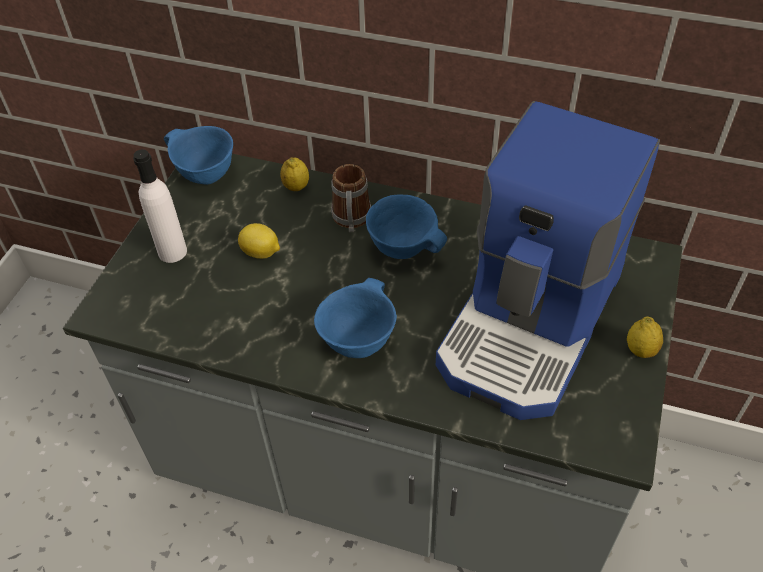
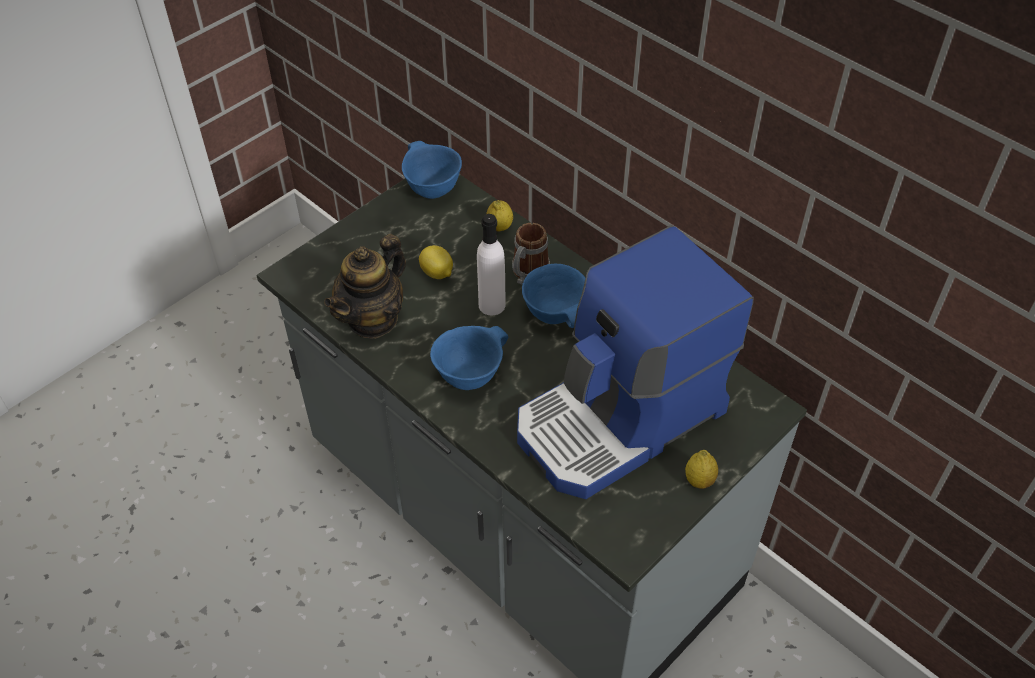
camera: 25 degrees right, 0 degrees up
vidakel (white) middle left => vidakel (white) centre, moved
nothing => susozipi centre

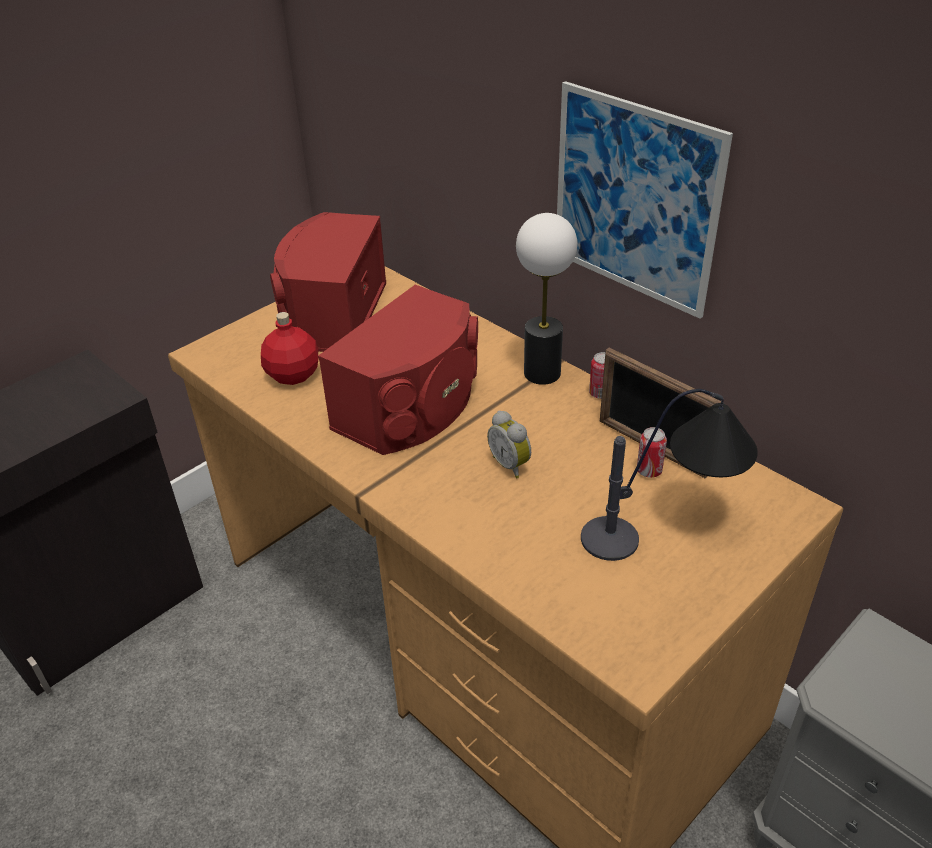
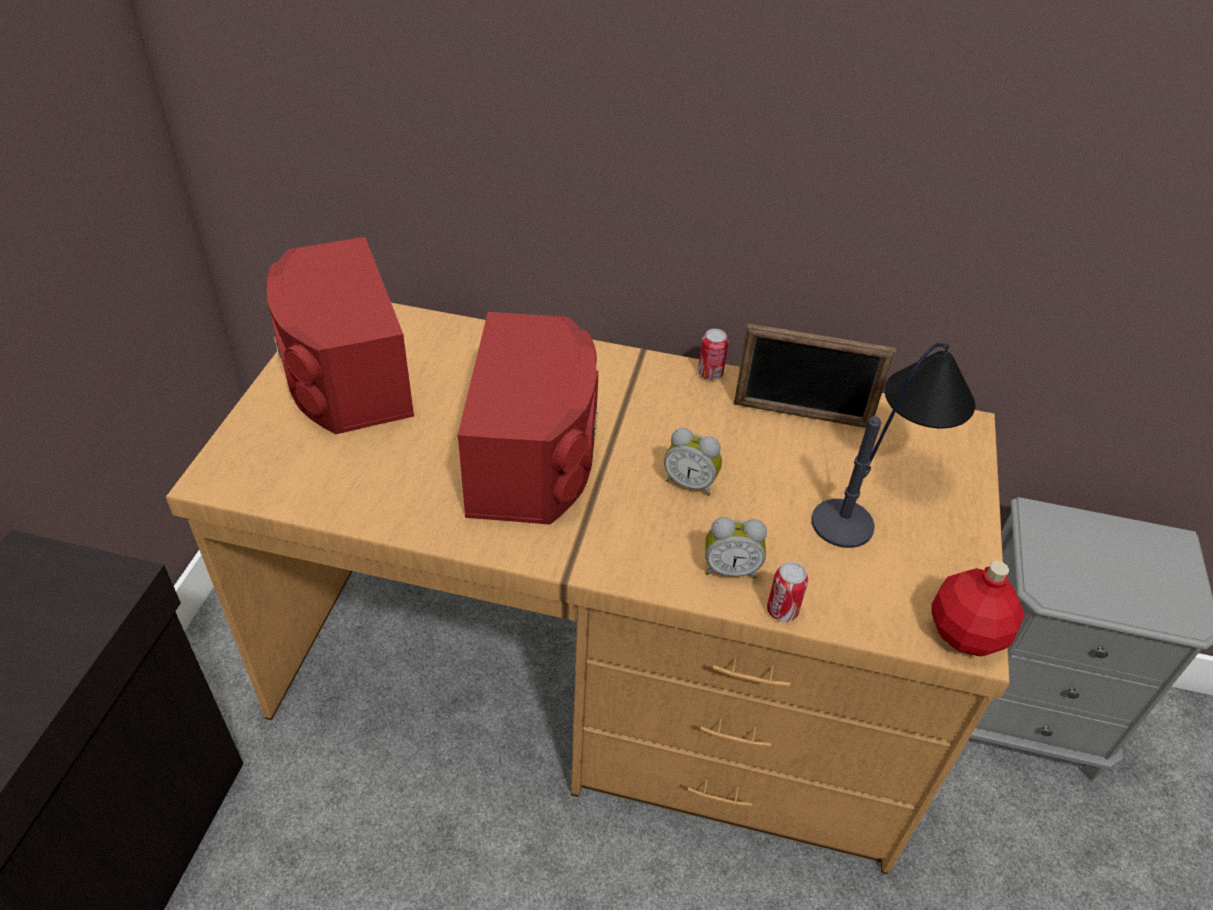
camera: 35 degrees left, 5 degrees up
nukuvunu top right => nothing
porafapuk (1st from left) centre => nothing
vidakel (red) middle left => vidakel (red) bottom right, moved
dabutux (2nd from left) middle right => dabutux (2nd from left) centre, moved
nothing => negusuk (2nd from left) centre

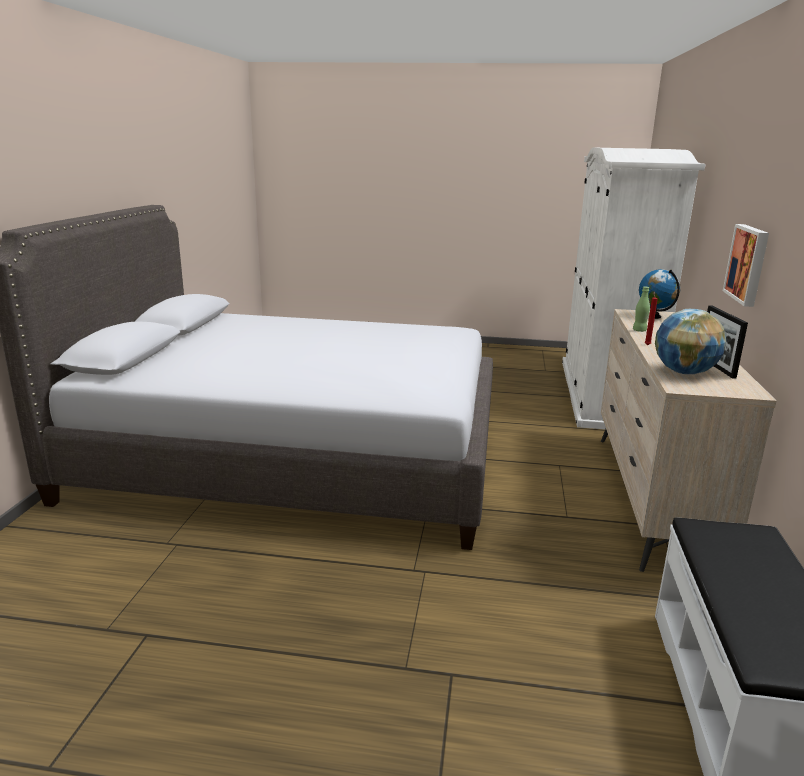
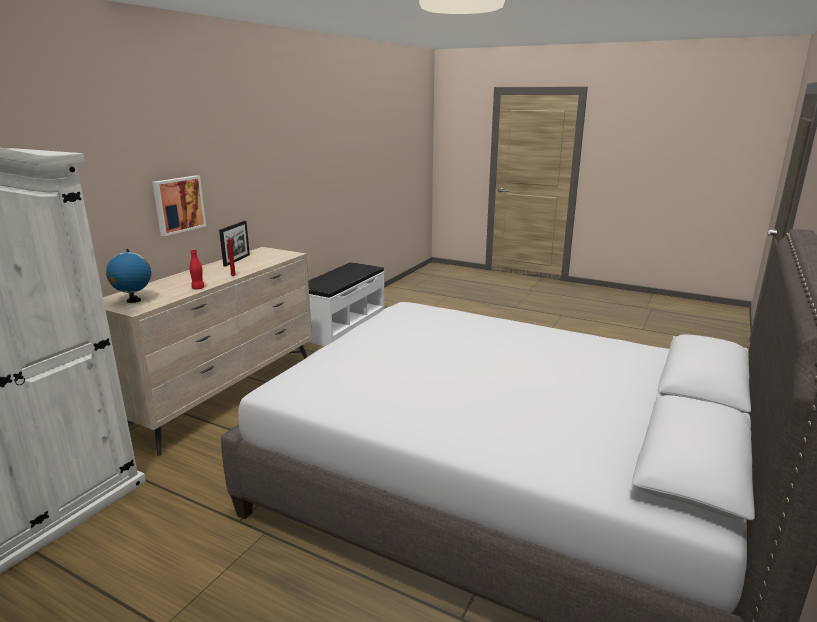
camera: 160 degrees left, 0 degrees up
vidakel (green) middle right => vidakel (red) middle left
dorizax (2nd from left) middle right => nothing

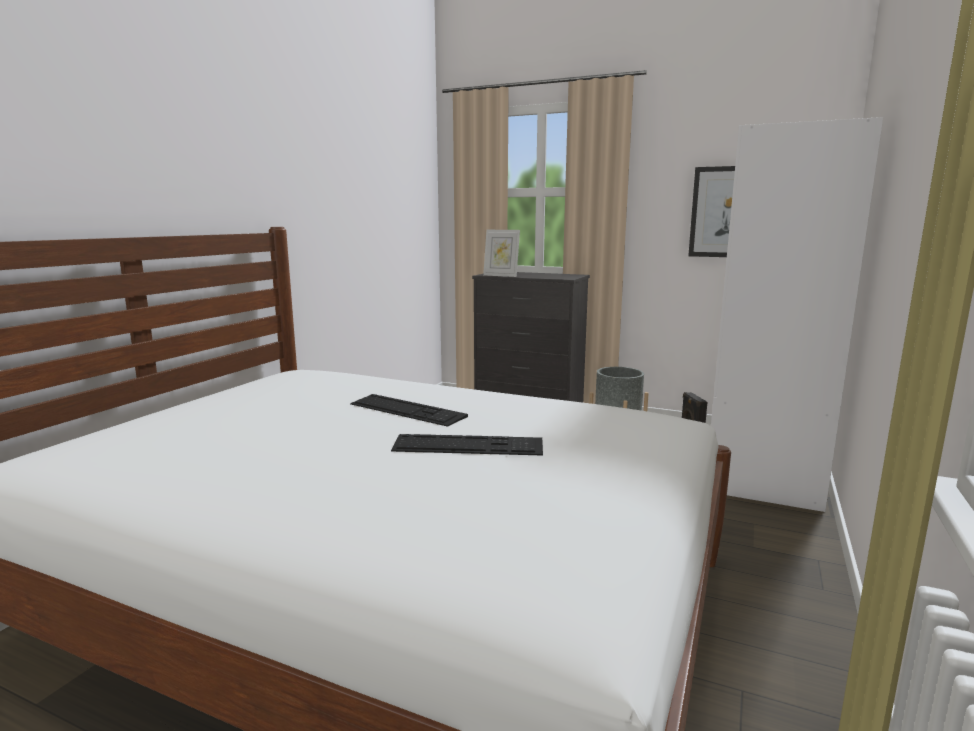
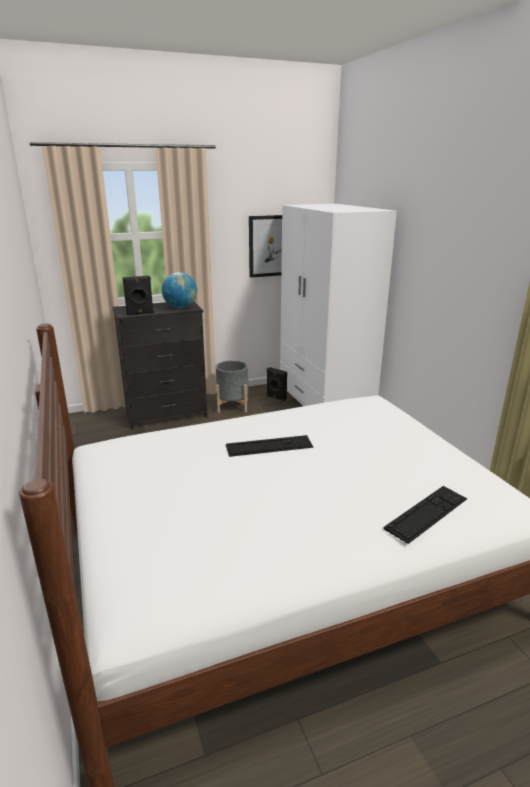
camera: 45 degrees left, 10 degrees up
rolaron centre => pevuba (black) (1st from left) middle left
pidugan (2nd from left) centre => pidugan (2nd from left) middle right, moved
nothing => dorizax centre

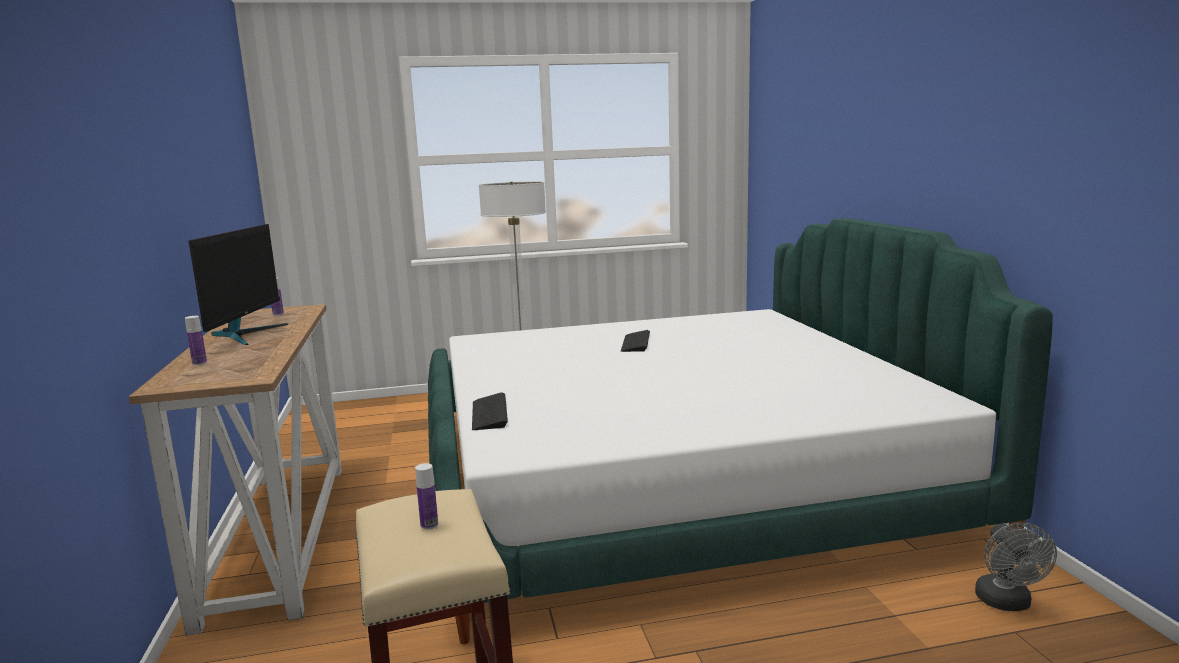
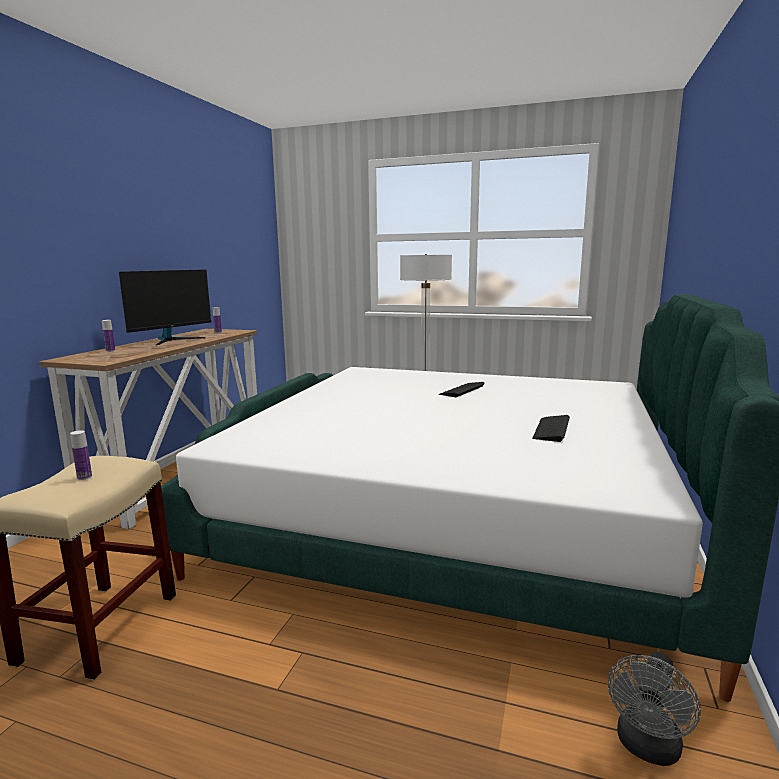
camera: 30 degrees right, 0 degrees up
pidugan (1st from left in the first image) centre => pidugan (2nd from left) middle right, moved

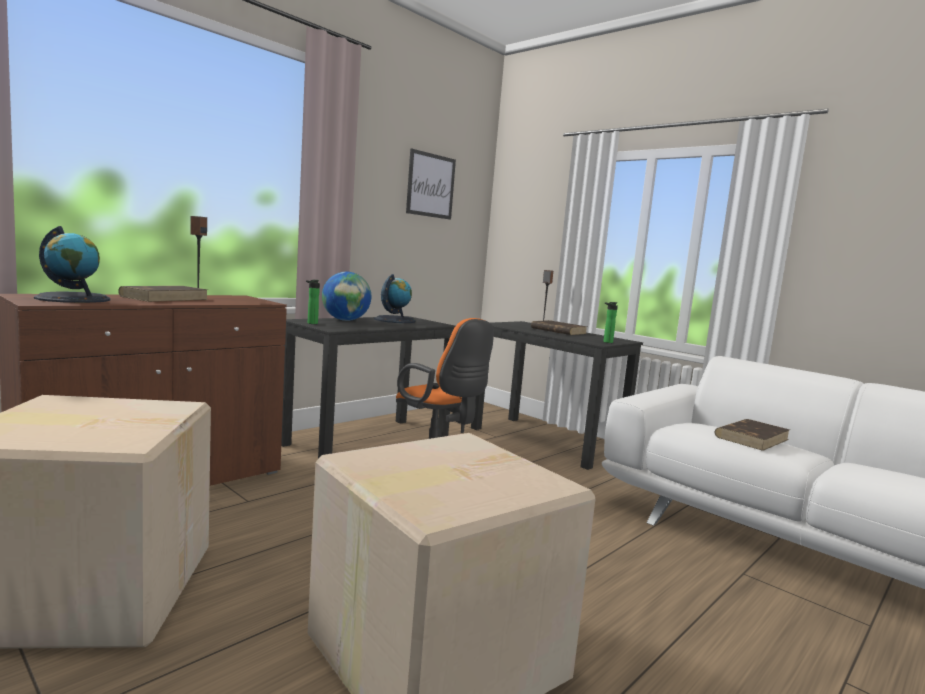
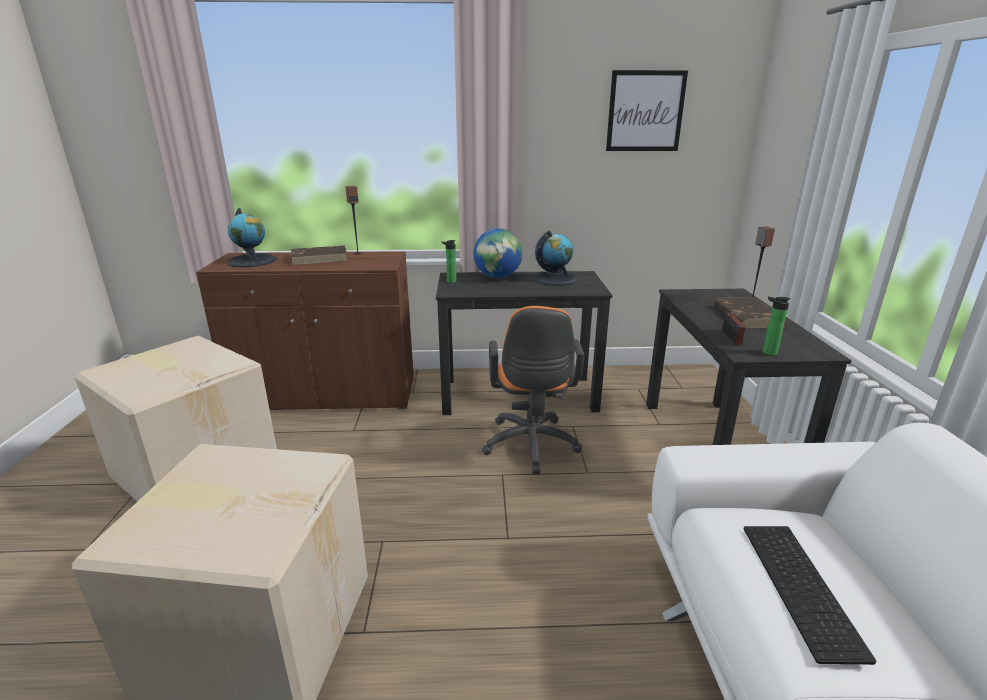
camera: 45 degrees right, 15 degrees up
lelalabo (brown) (3rd from left) middle right => pidugan bottom right
nothing => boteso middle right

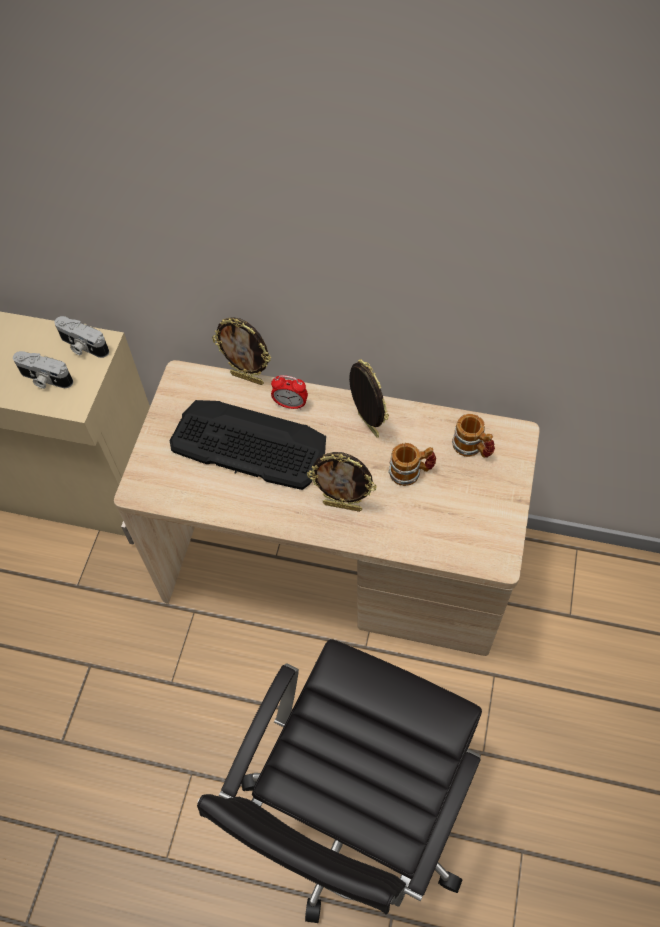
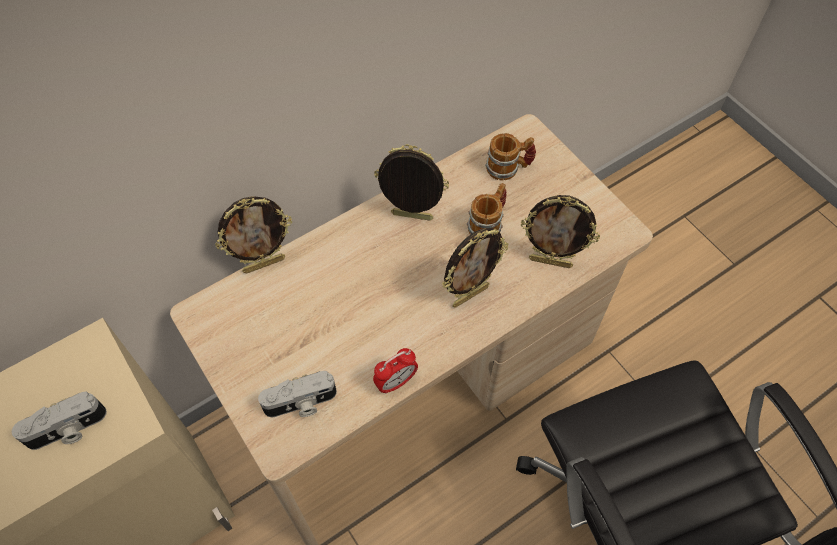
camera: 50 degrees left, 0 degrees up
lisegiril (2nd from left) middle left => lisegiril (2nd from left) bottom centre, moved
negusuk centre => negusuk bottom centre, moved
pidugan centre => nothing
nothing => rolaron (4th from left) middle right

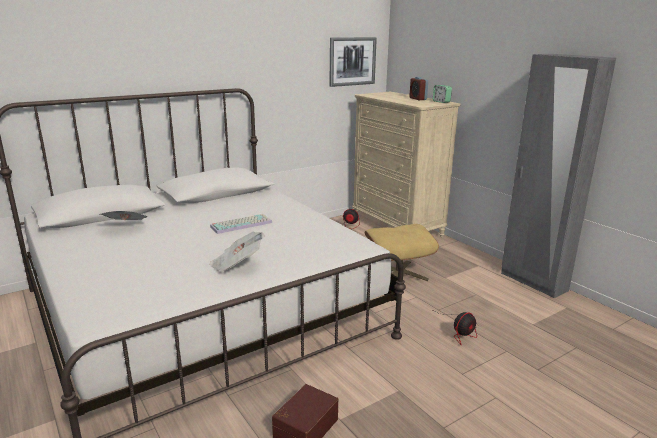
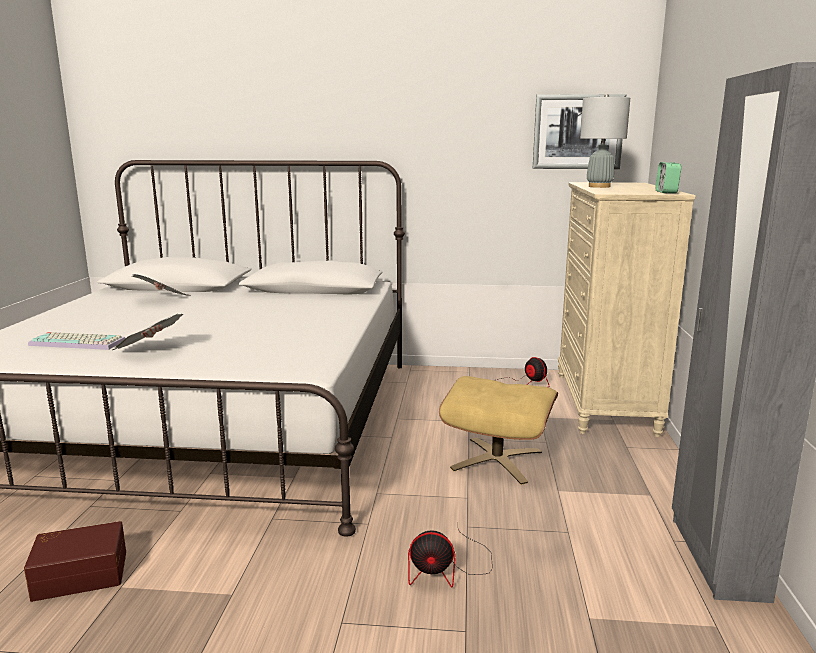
camera: 40 degrees right, 5 degrees down
negusuk (1st from left) top centre => nothing
pidugan centre => pidugan middle left, moved
nothing => porafapuk (grey) top right

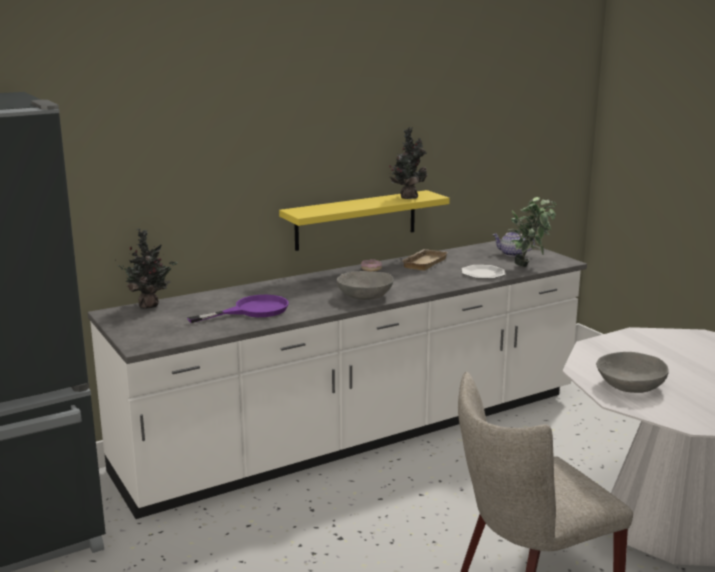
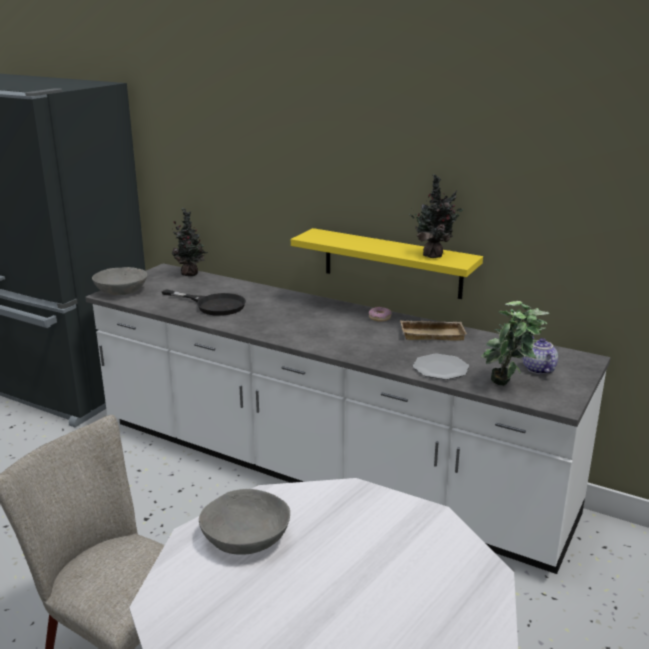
camera: 60 degrees right, 5 degrees up
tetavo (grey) (1st from left) centre => tetavo (grey) (1st from left) middle left, moved
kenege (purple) middle left => kenege (black) middle left

